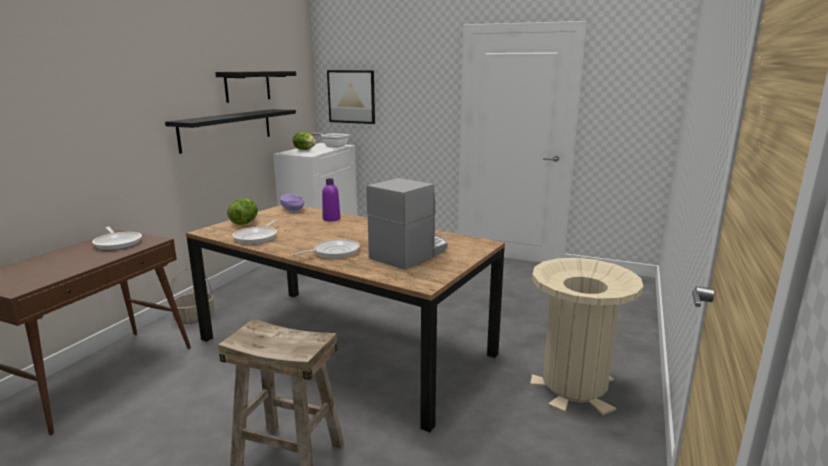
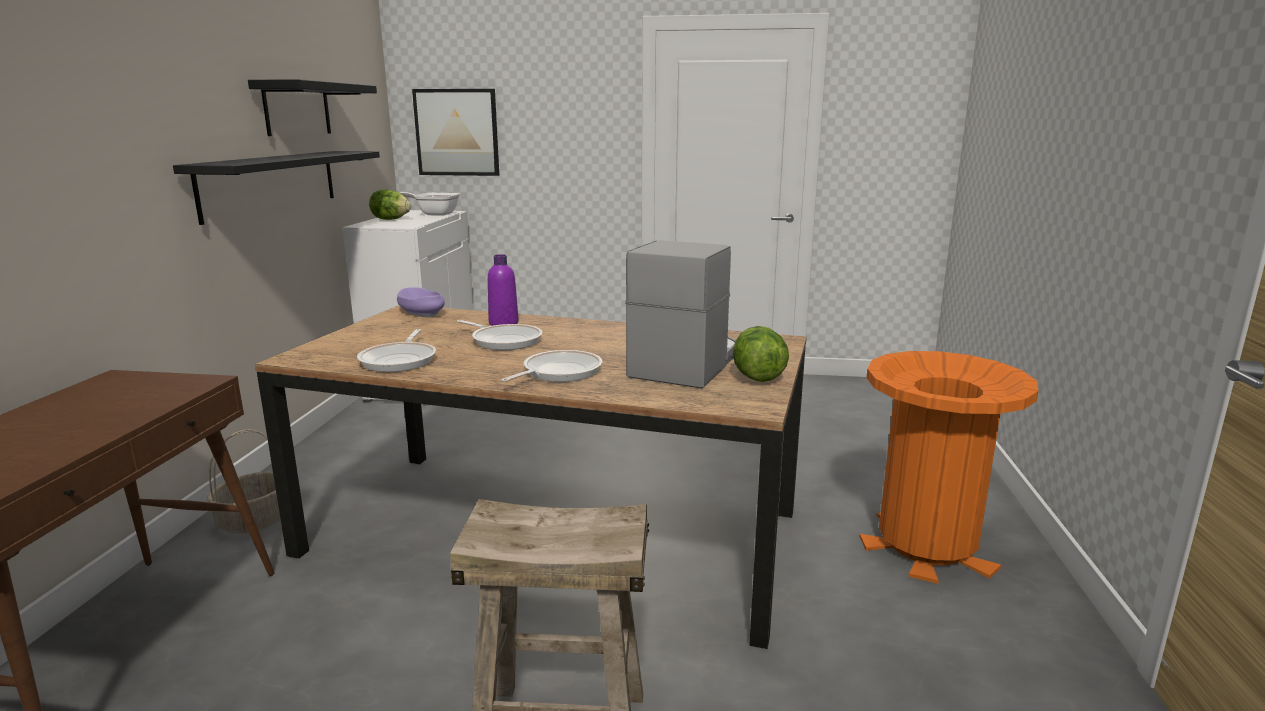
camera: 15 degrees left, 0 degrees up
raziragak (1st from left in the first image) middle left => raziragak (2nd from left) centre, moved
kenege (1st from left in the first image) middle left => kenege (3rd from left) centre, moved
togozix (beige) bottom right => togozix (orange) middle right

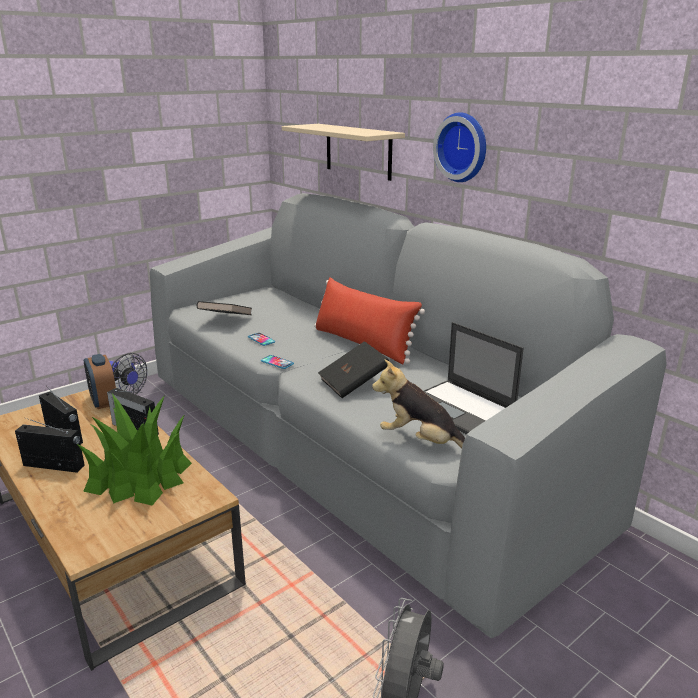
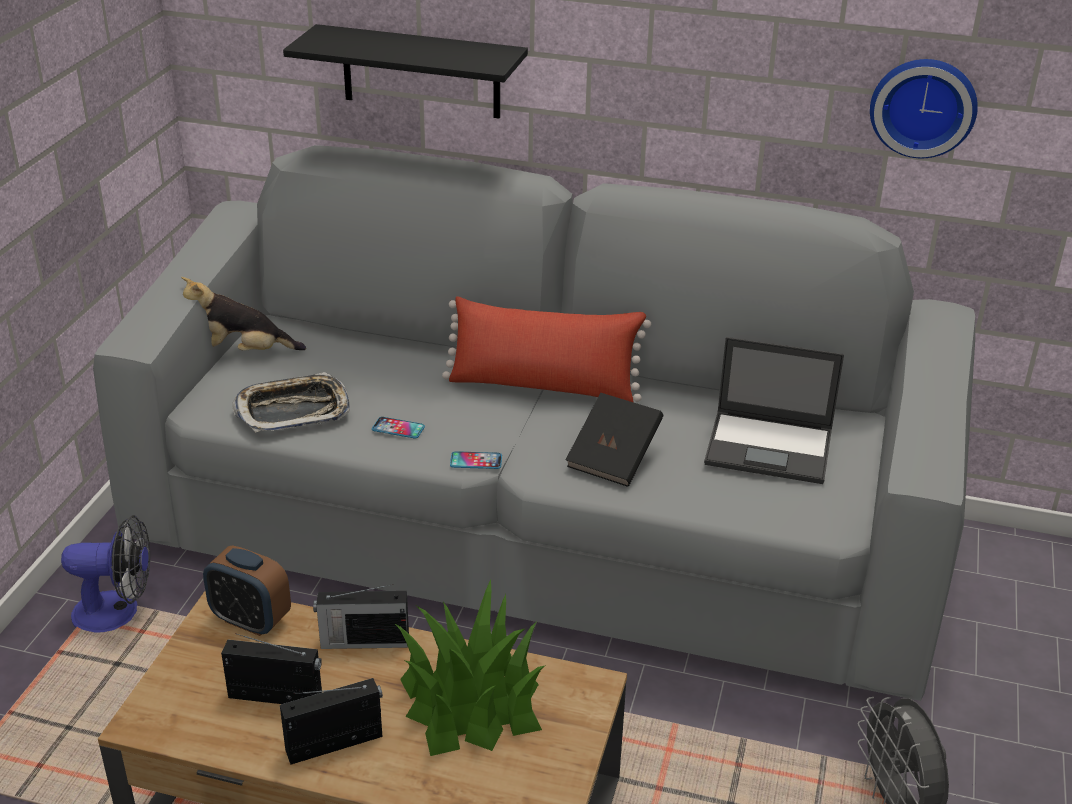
camera: 35 degrees left, 10 degrees up
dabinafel top centre => dabinafel top right, moved
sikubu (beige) top centre => sikubu (black) top centre
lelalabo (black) (1st from left) middle left => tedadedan middle left
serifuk centre => serifuk middle left, moved

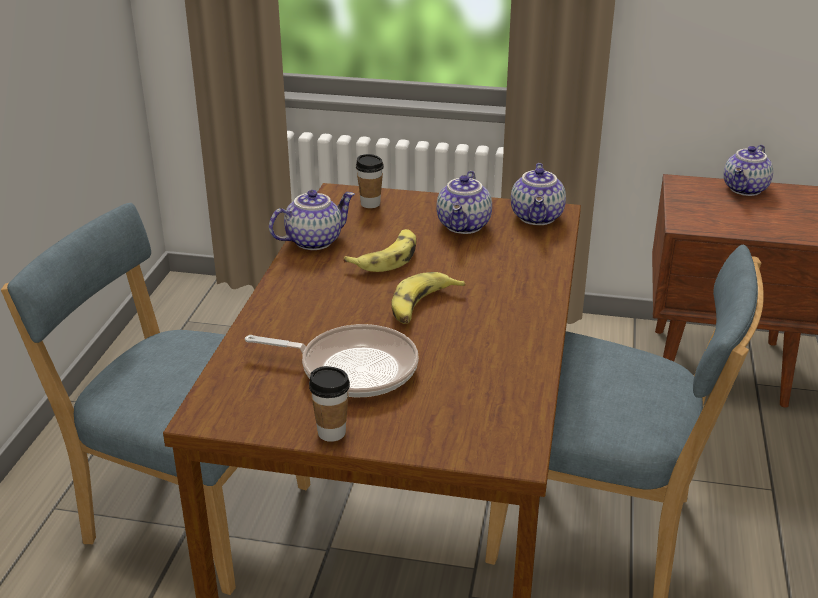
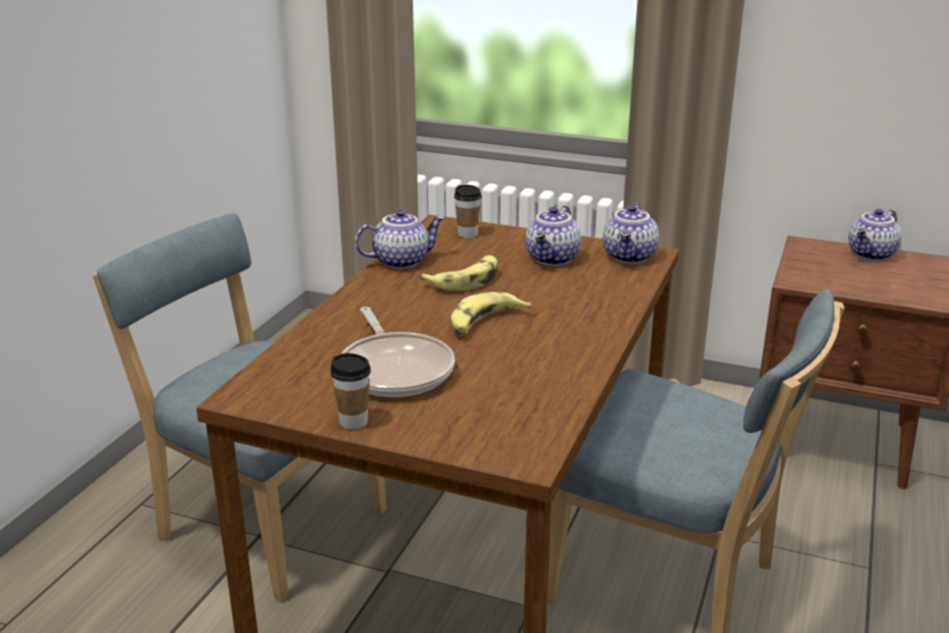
camera: 10 degrees right, 5 degrees down
kenege centre, 45 degrees clockwise

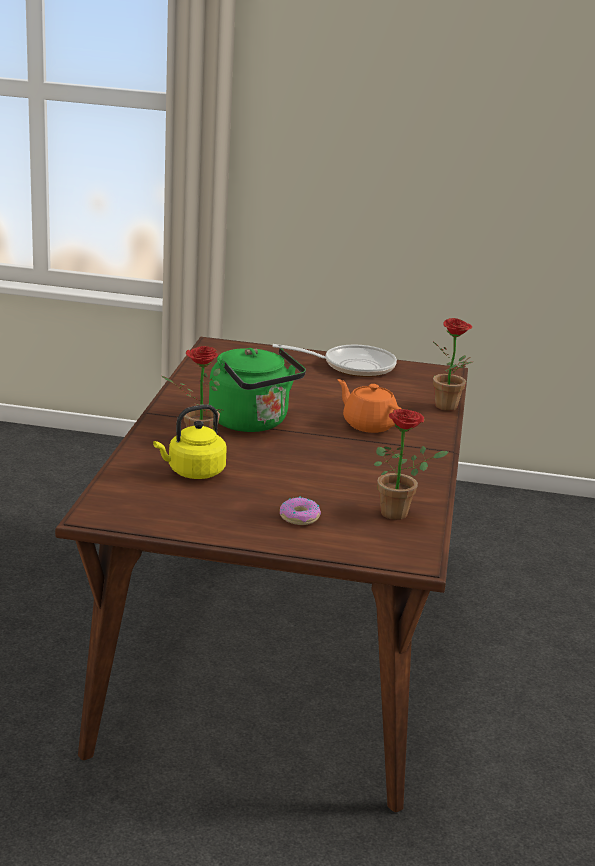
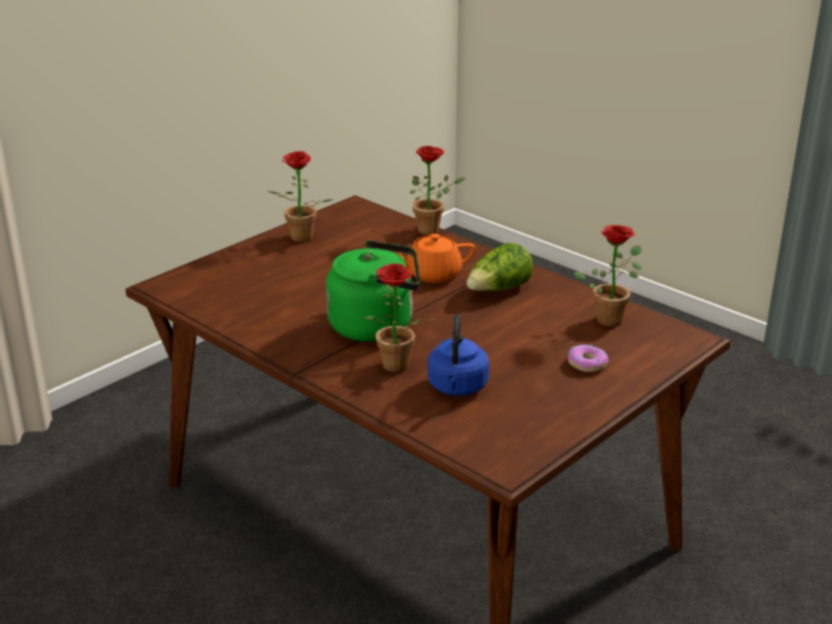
camera: 55 degrees left, 5 degrees up
kenege centre => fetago (1st from left) top centre
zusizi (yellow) middle left => zusizi (blue) centre
nothing => raziragak centre

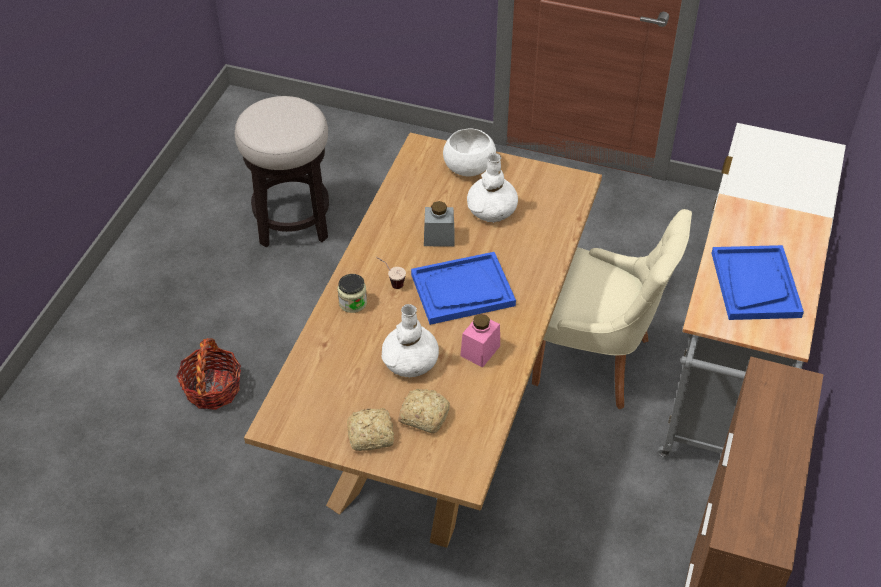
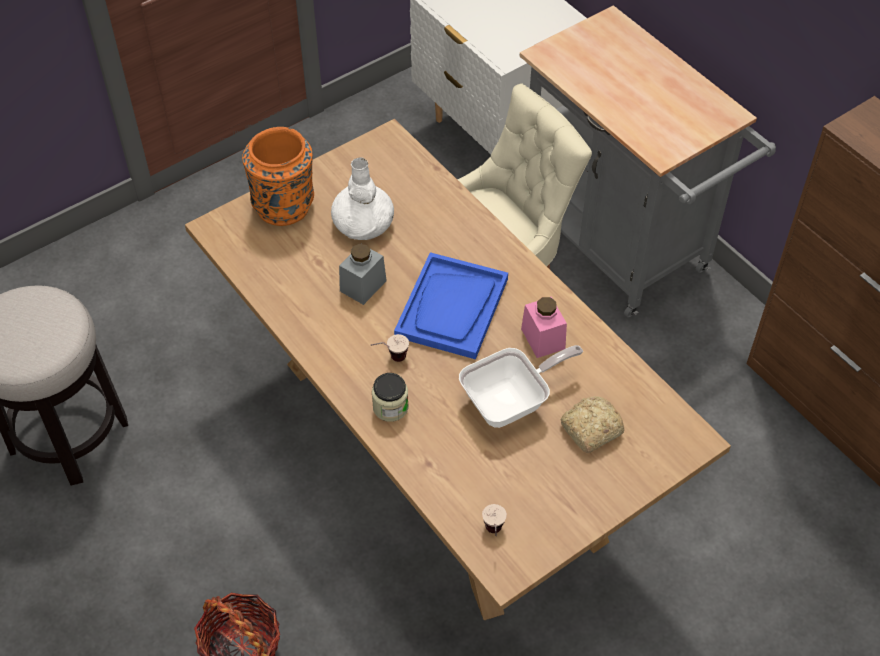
camera: 55 degrees left, 5 degrees up
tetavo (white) top centre => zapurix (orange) top left
tedadedan (blue) (2nd from left) middle right => nothing
zapurix (white) (1st from left) centre => kenege centre
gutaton (1st from left) bottom centre => nothing
nothing => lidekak (2nd from left) bottom centre

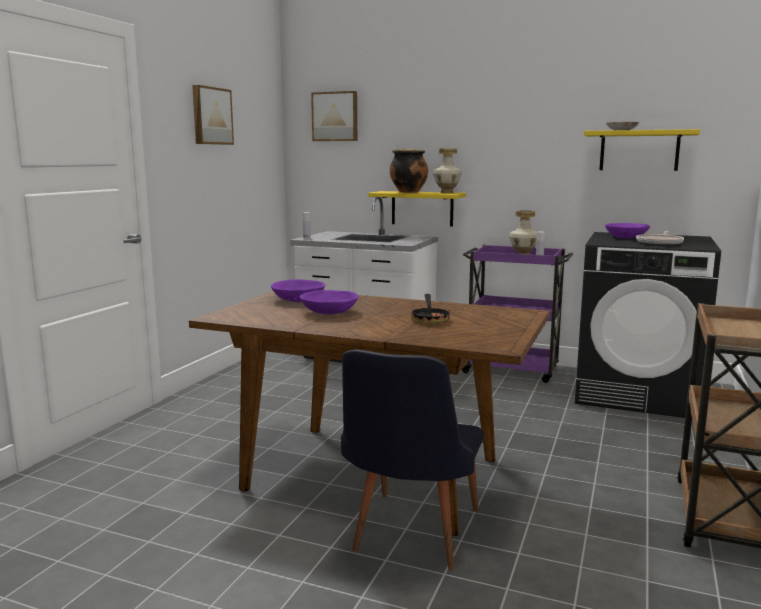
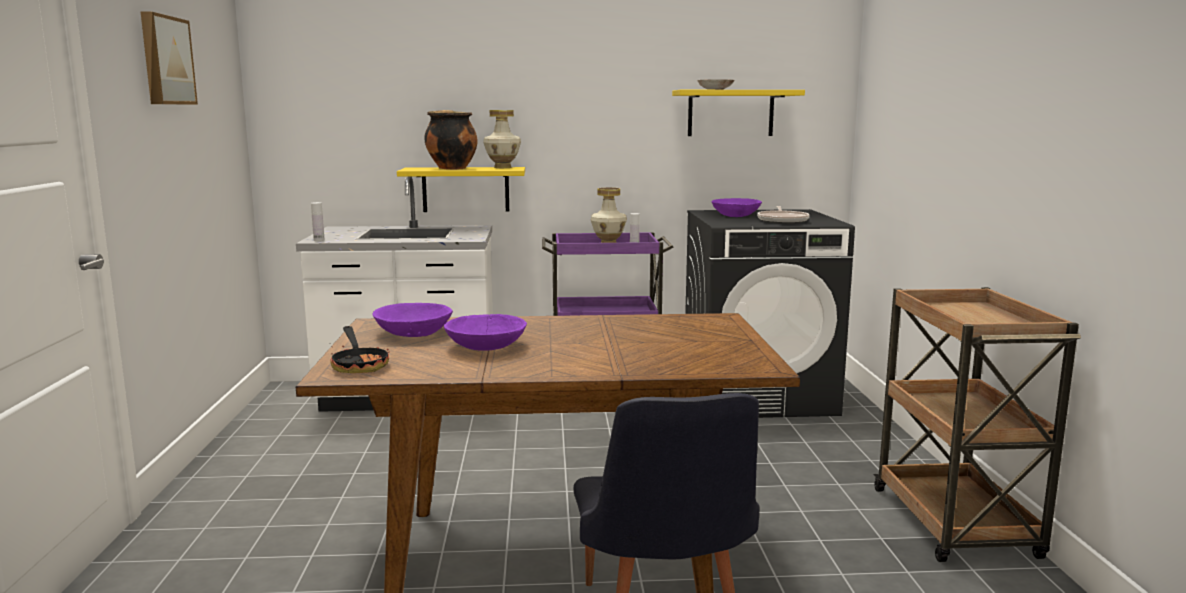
camera: 25 degrees left, 0 degrees up
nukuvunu (2nd from left) top centre => nothing
kenege (1st from left) centre => kenege (1st from left) middle left, moved

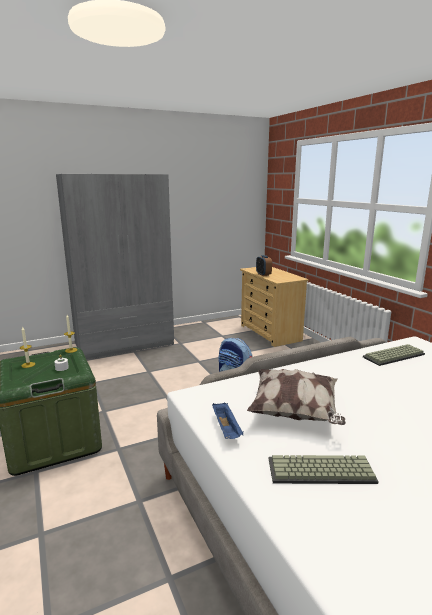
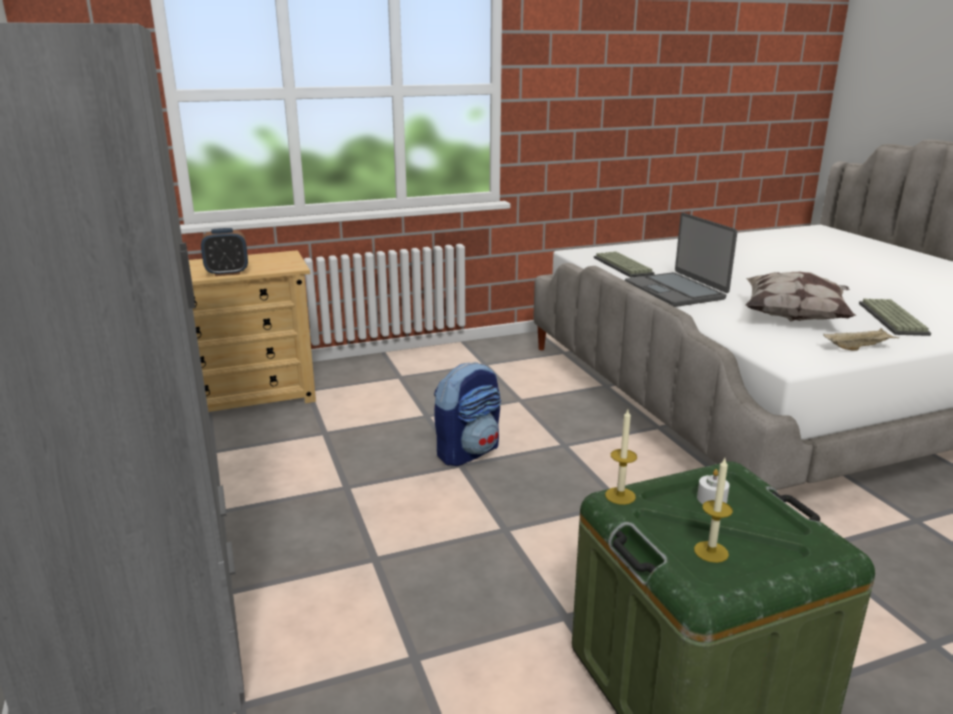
camera: 85 degrees left, 5 degrees up
tedadedan (blue) bottom centre => tedadedan (beige) middle right
nothing => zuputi middle right

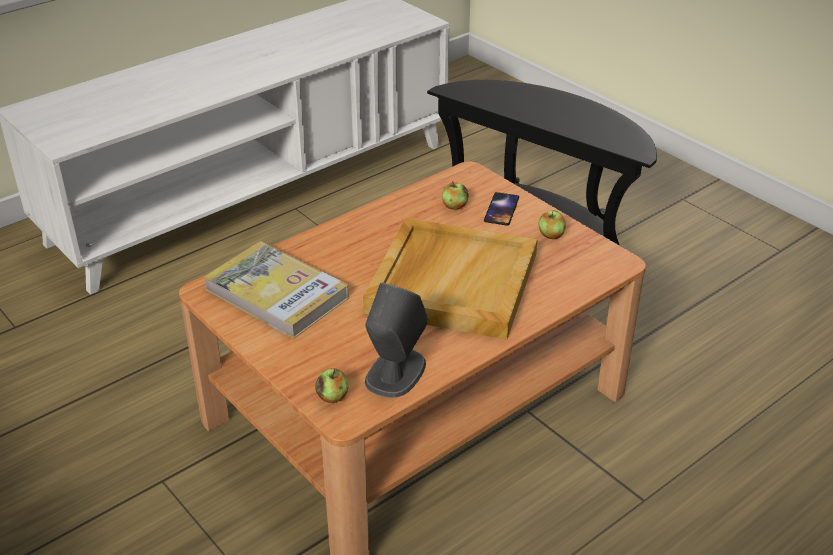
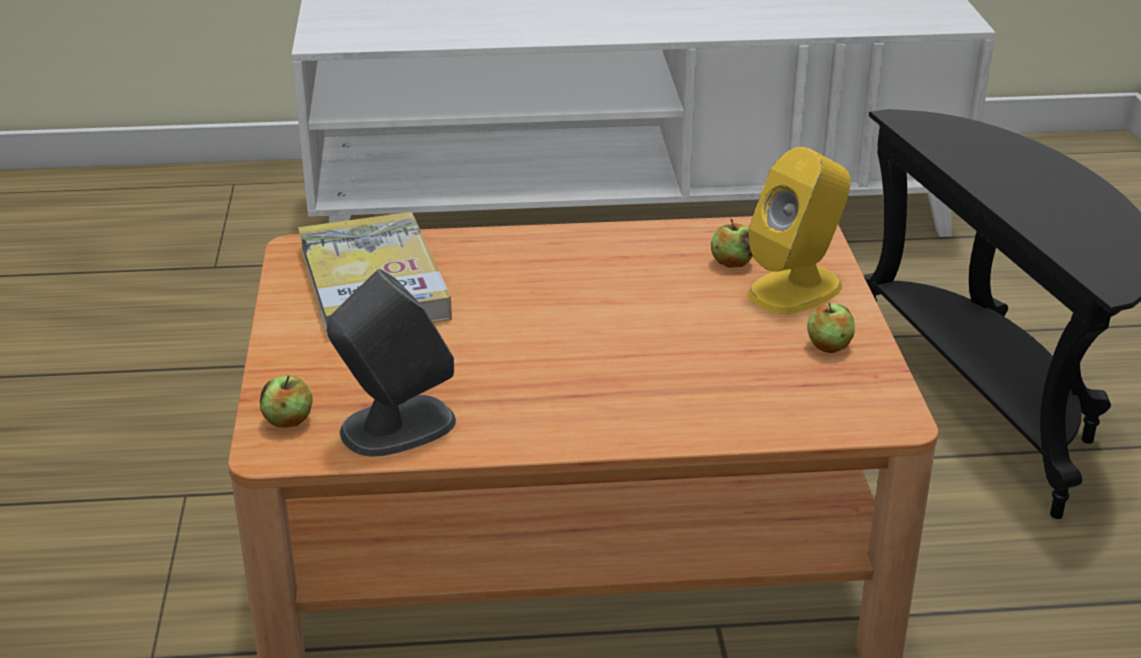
camera: 35 degrees right, 5 degrees down
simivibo centre => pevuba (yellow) middle right
tedadedan (beige) centre => nothing

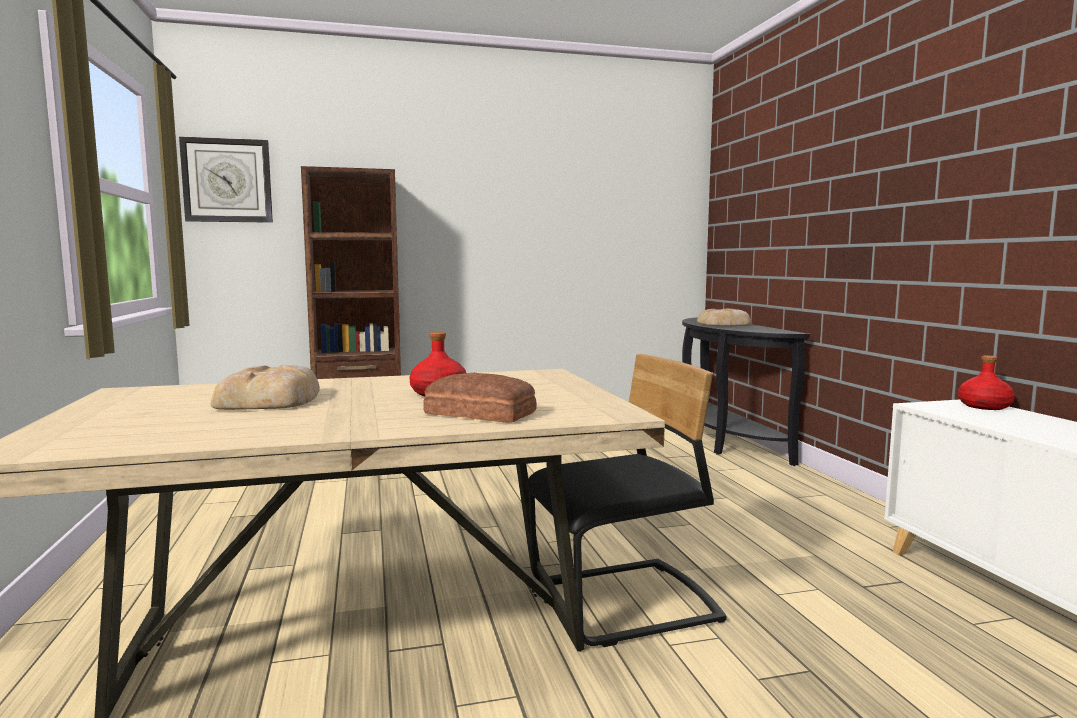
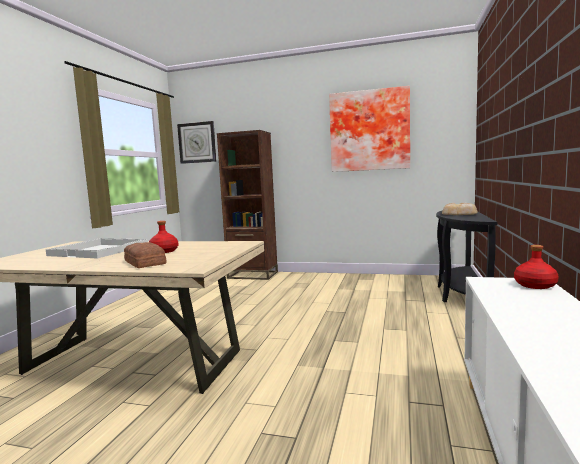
camera: 30 degrees right, 0 degrees up
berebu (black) bottom centre => nothing
gutaton (1st from left) middle left => tedadedan (white) middle left
nothing => nukuvunu top centre

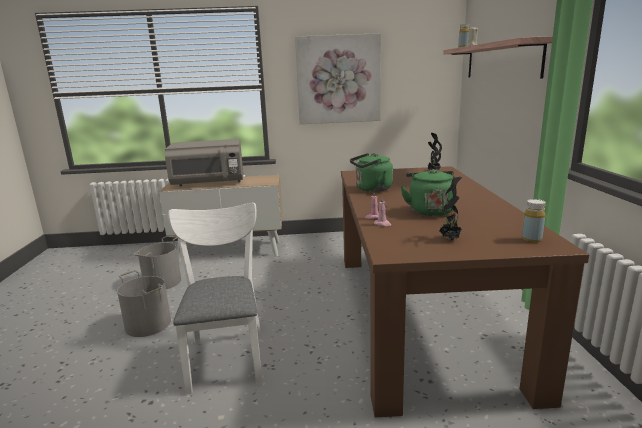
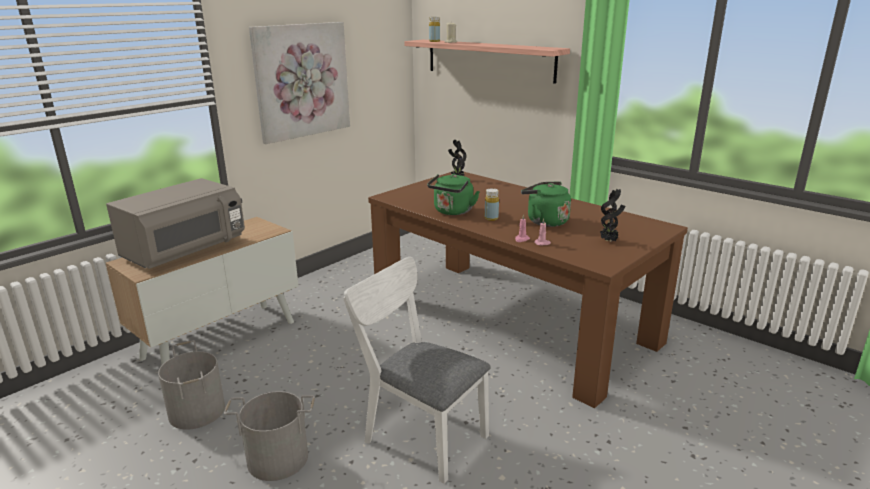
camera: 45 degrees left, 5 degrees up
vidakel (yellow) (2nd from left) middle right => vidakel (yellow) (2nd from left) centre, moved

